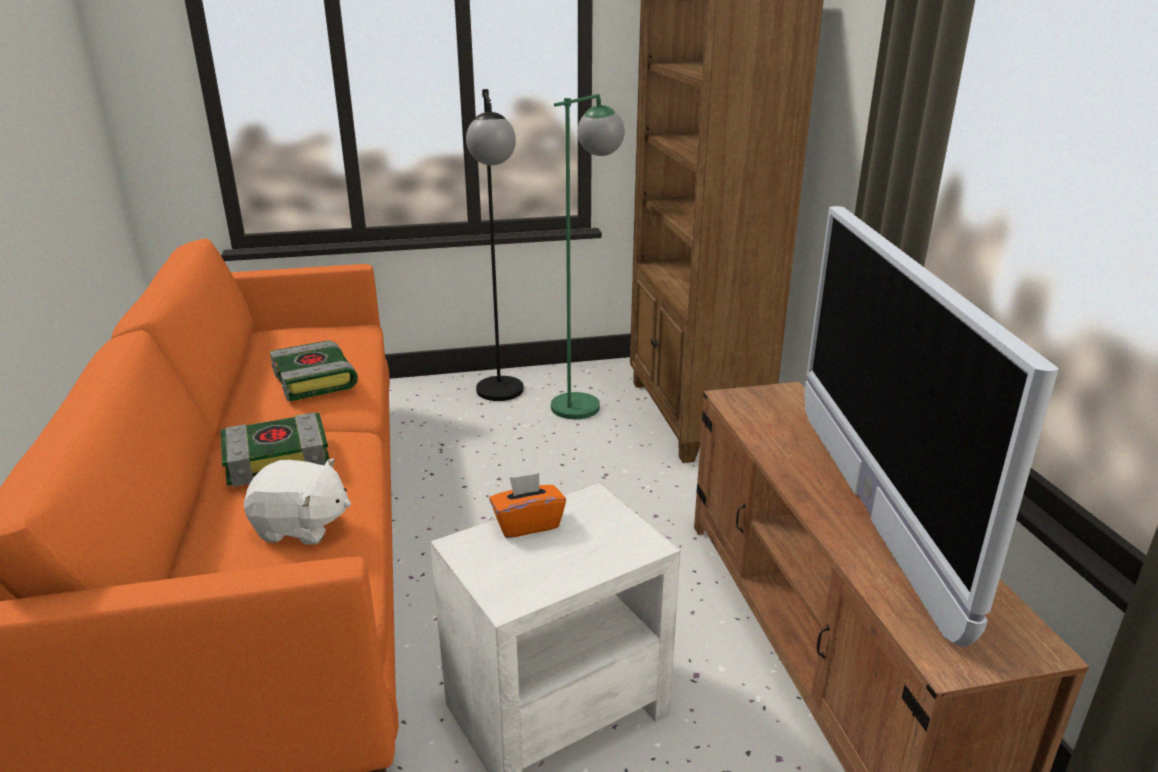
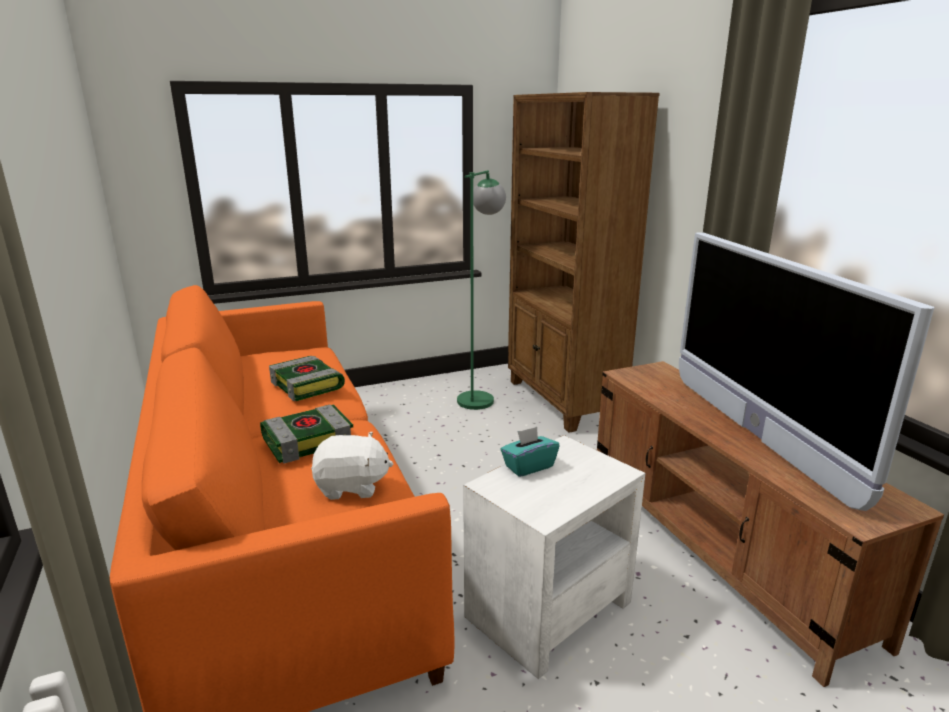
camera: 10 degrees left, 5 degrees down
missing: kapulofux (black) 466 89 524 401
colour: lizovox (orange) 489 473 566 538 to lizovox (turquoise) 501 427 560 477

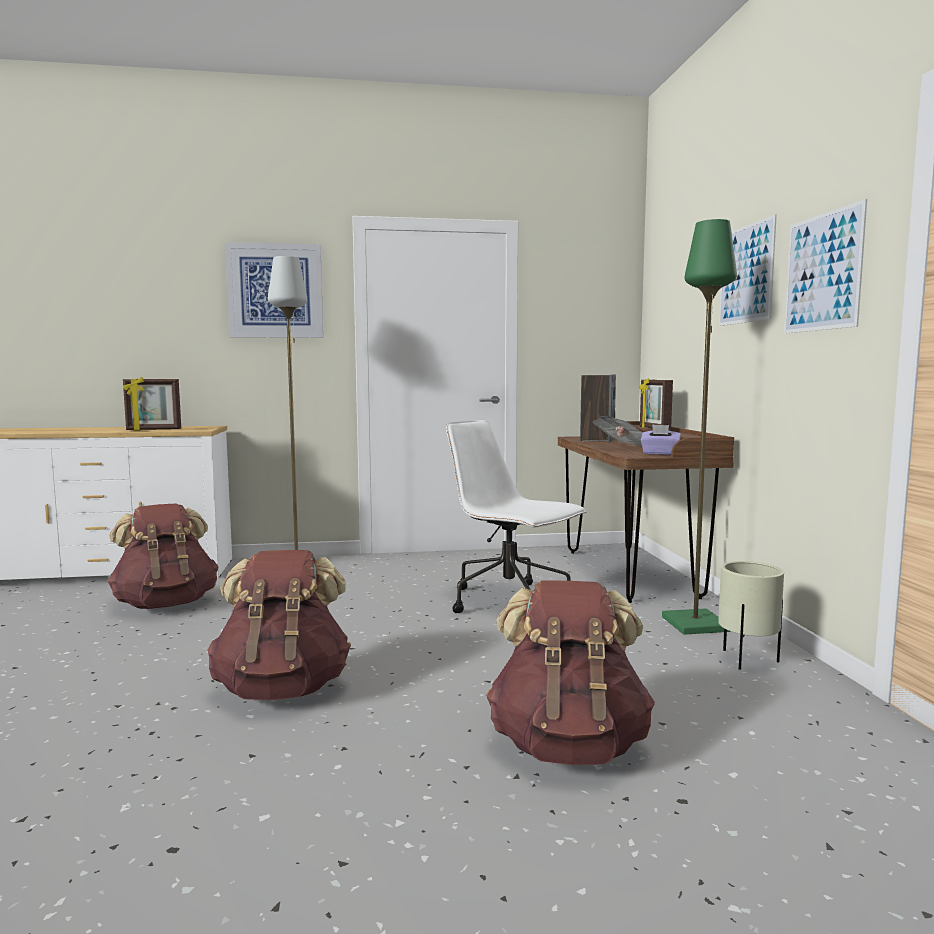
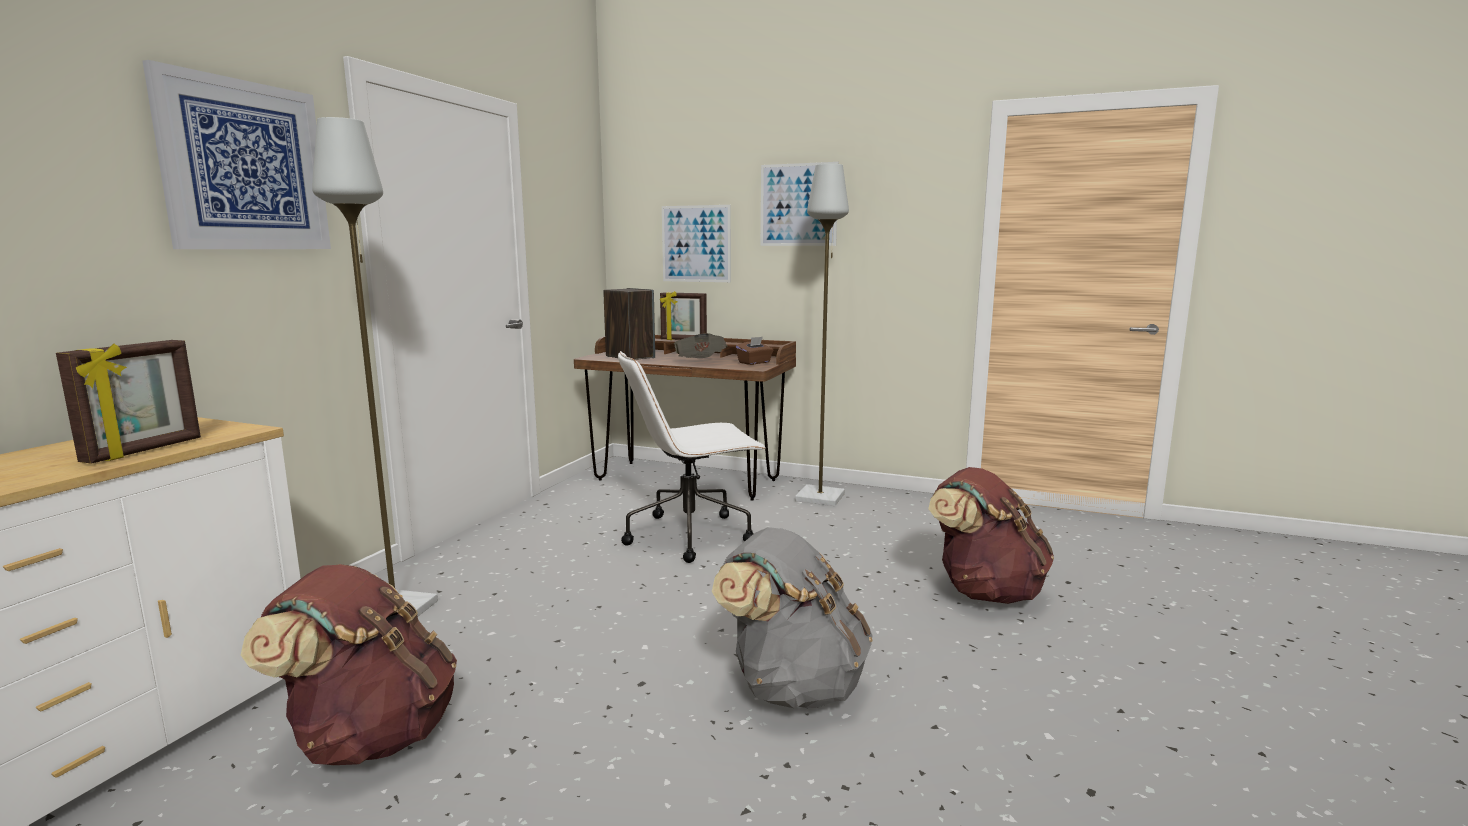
camera: 60 degrees left, 5 degrees up
missing: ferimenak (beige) 718 561 784 670
relocated: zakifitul 784 199 867 334 to 662 205 731 282
colour: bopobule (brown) 207 550 351 700 to bopobule (grey) 712 527 872 708; lizovox (purple) 641 424 681 455 to lizovox (brown) 736 337 773 365; kapulofux (green) 662 219 737 635 to kapulofux (grey) 795 164 849 506

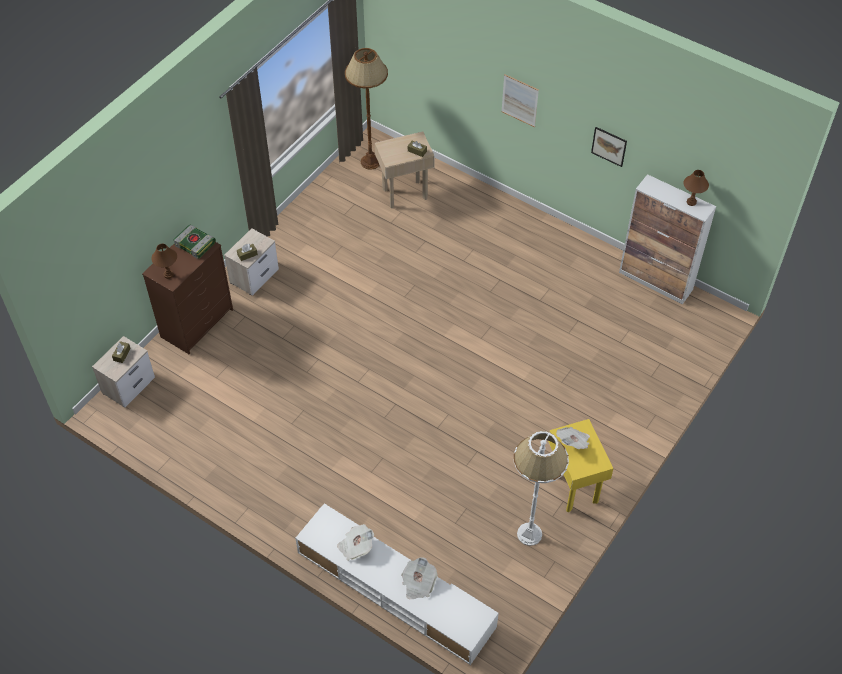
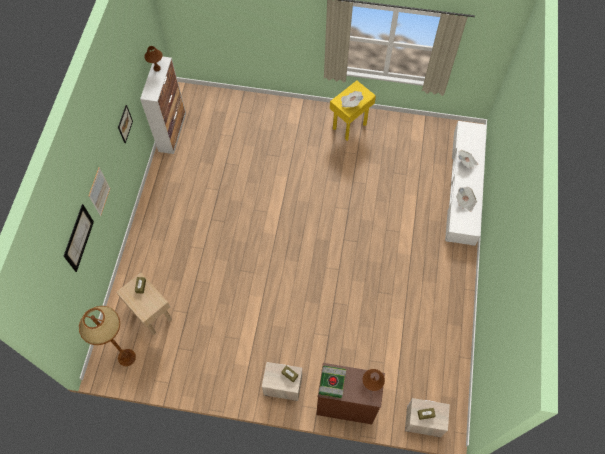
camera: 115 degrees left, 10 degrees up
missing: kapulofux (white) 514 431 569 546
appeared: zakifitul 64 204 94 272

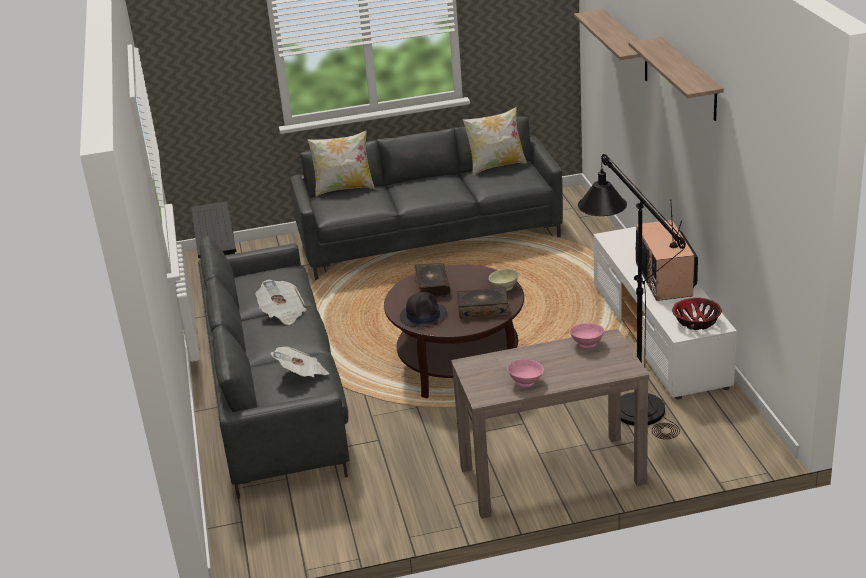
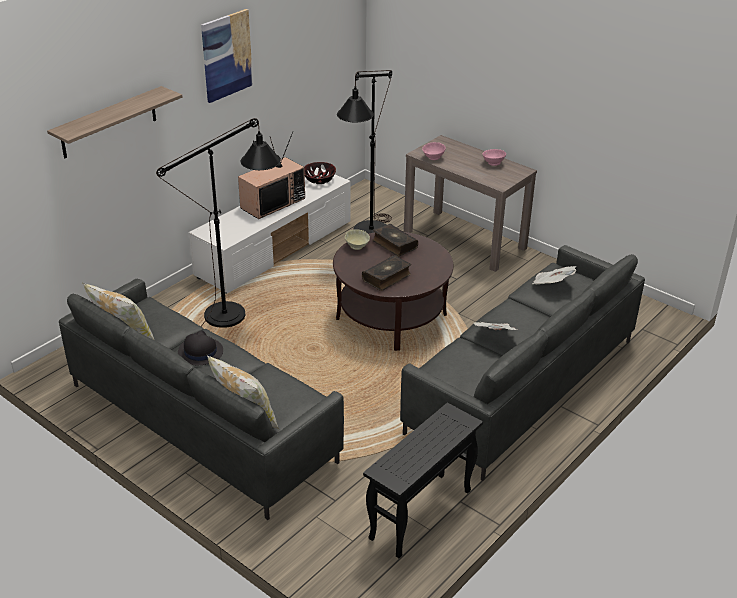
camera: 130 degrees left, 5 degrees up
appeared: kapulofux (black) 156 118 281 328
relocated: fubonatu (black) 400 292 447 327 to 178 330 223 365
exchanged: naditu 628 37 724 121 to zakifitul 201 9 253 103

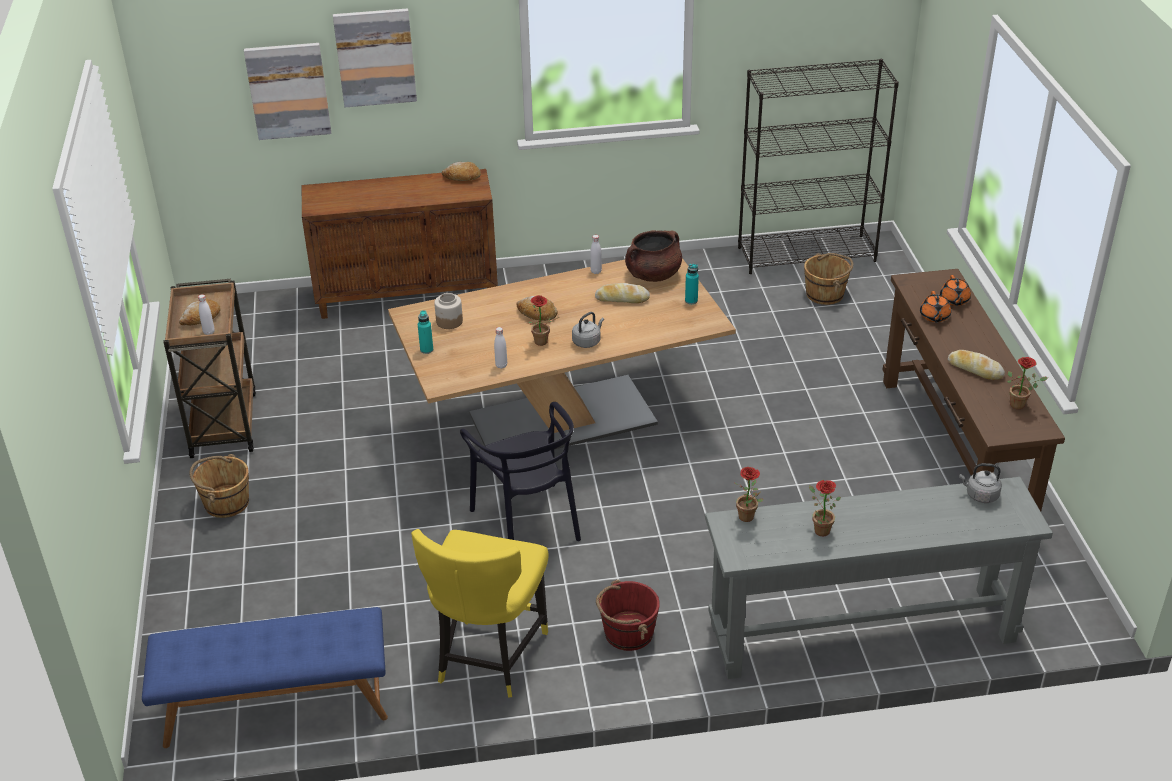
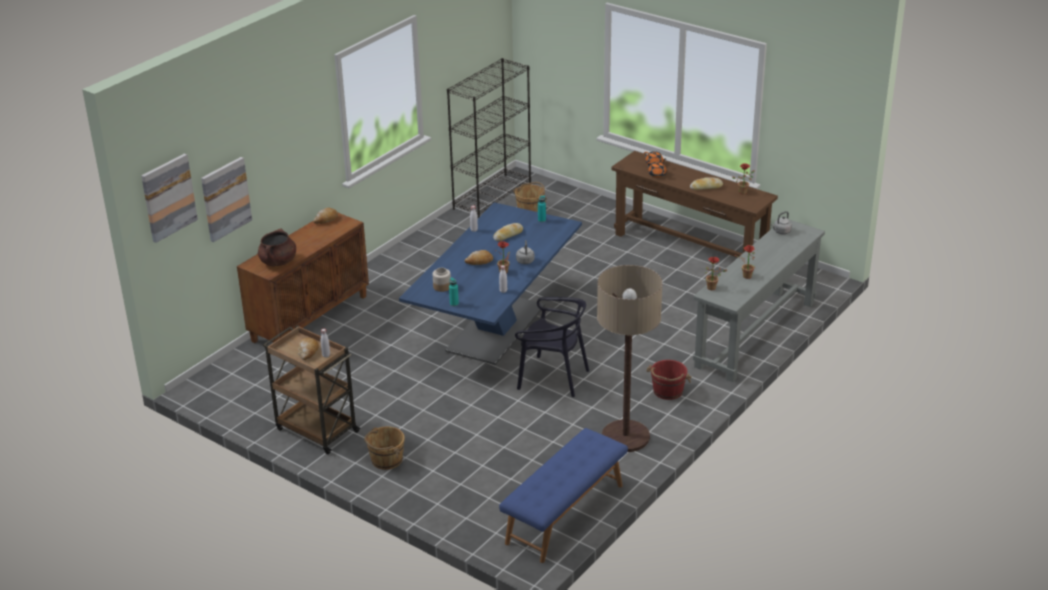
camera: 45 degrees left, 5 degrees down
relocated: zakifitul 333 8 417 107 to 141 154 198 243; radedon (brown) 625 230 682 282 to 258 229 296 266
exchanged: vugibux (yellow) 411 529 548 698 to kapulofux 597 265 662 452
colour: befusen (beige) 388 258 736 449 to befusen (blue) 399 202 582 365

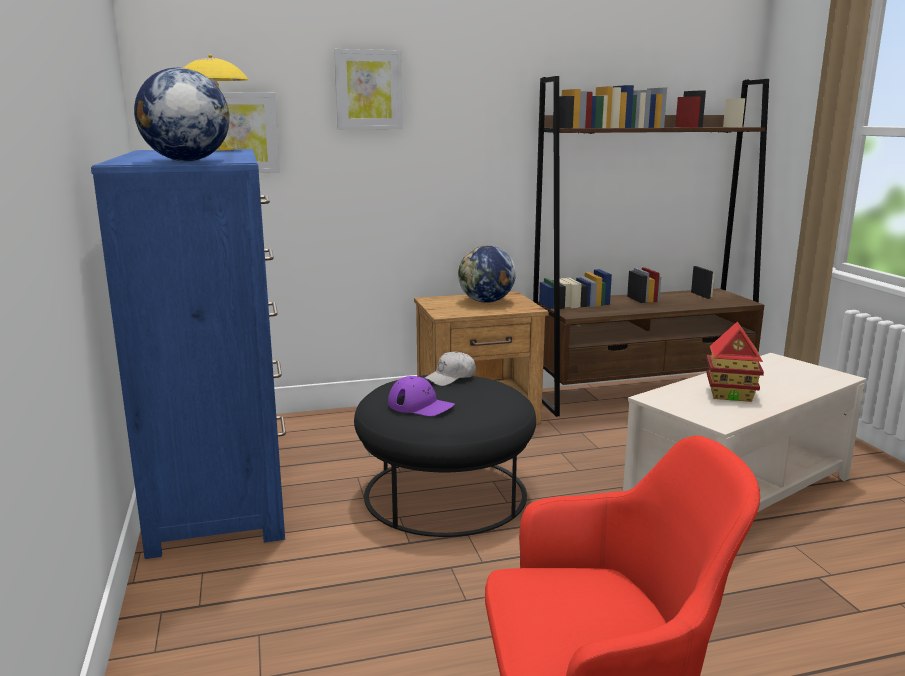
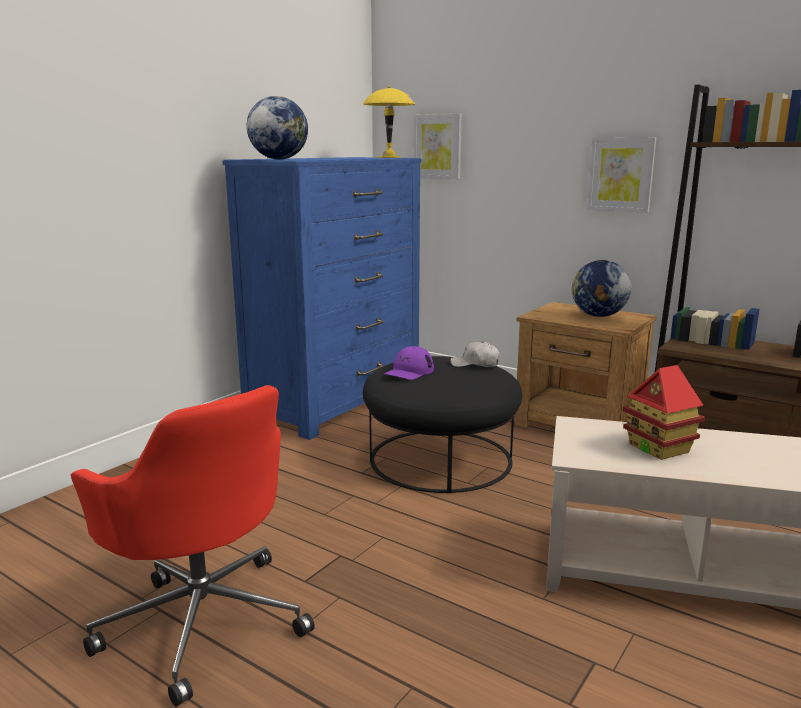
camera: 50 degrees right, 0 degrees up
relocated: zakifitul 334 49 403 130 to 587 137 657 213
spun: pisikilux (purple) 388 376 455 416 = 384 346 434 380 45 degrees clockwise

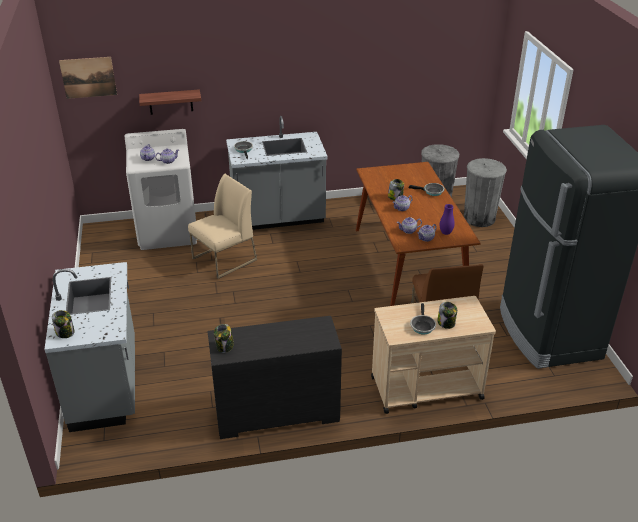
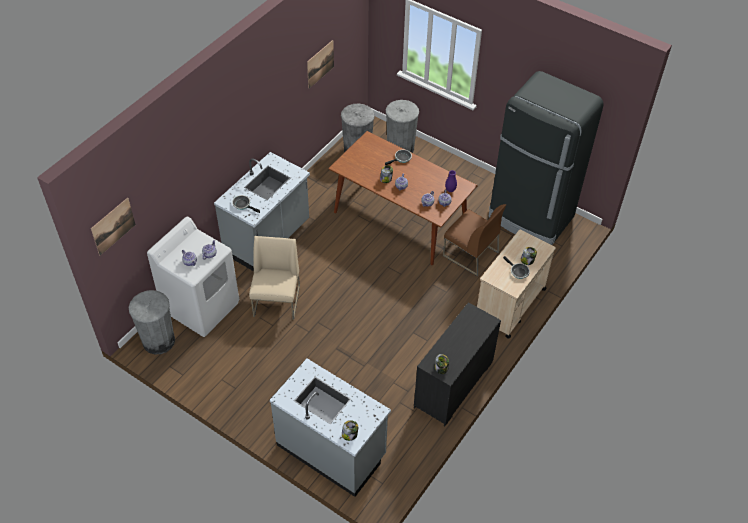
camera: 45 degrees left, 15 degrees up
missing: naditu 139 89 201 115
appeared: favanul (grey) 128 290 175 355; zakifitul 307 40 334 89

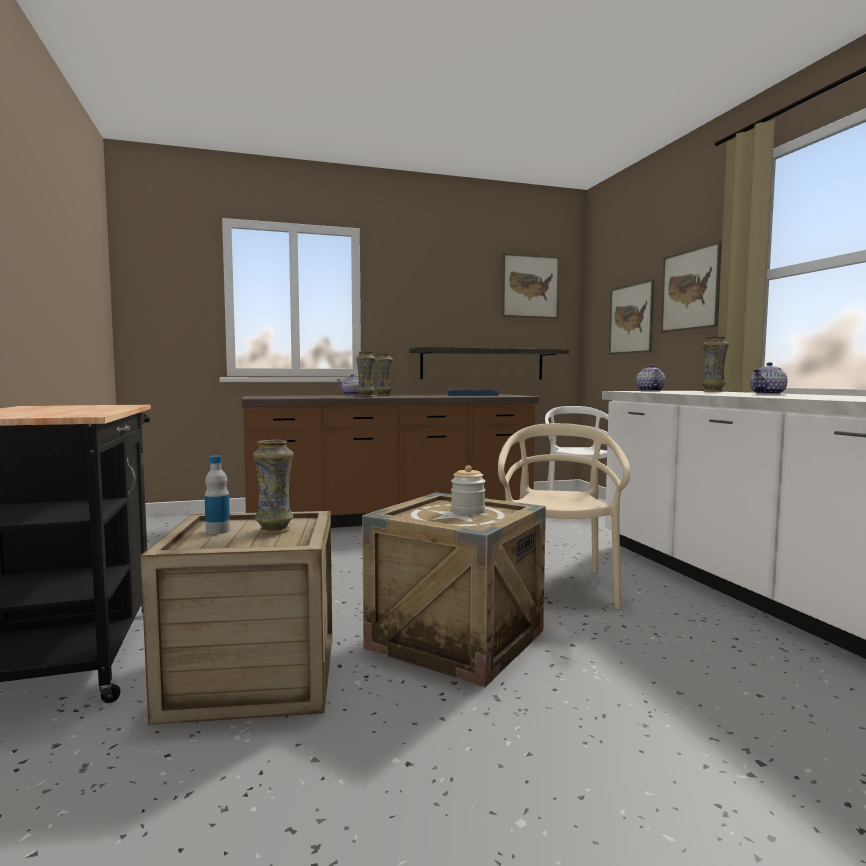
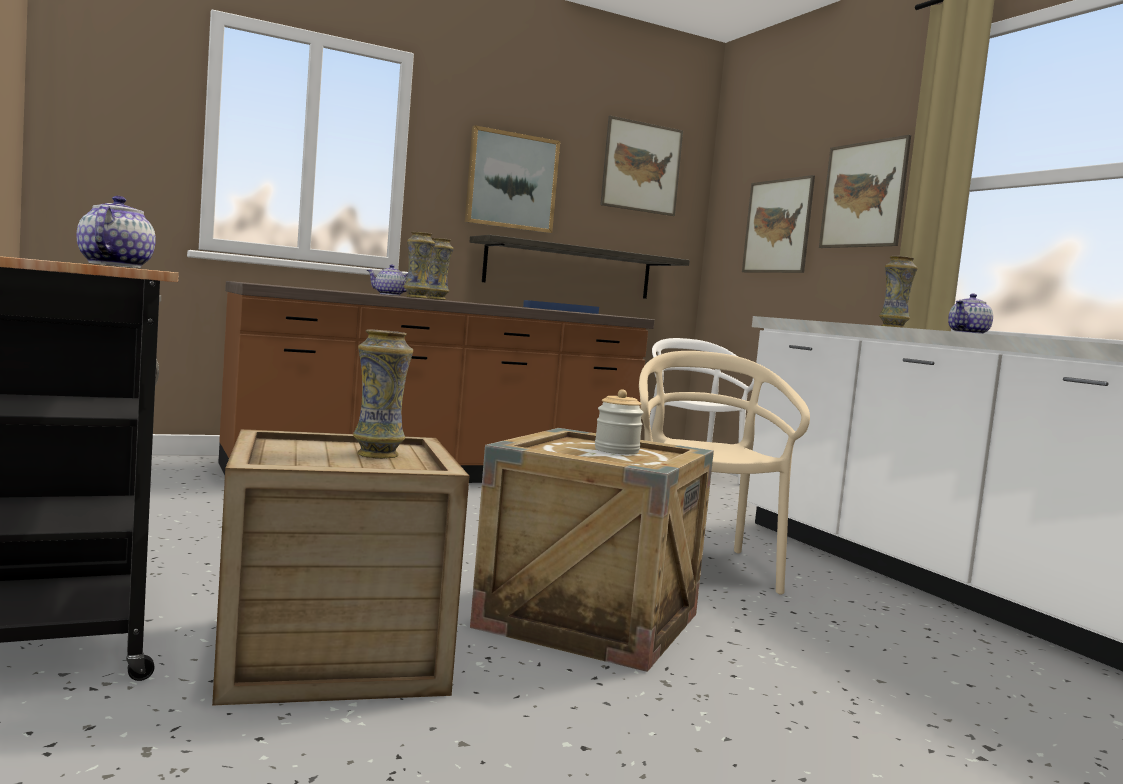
camera: 10 degrees left, 0 degrees up
missing: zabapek 204 455 230 534
appeared: zakifitul 465 125 560 233
relocated: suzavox 636 364 665 391 to 76 196 156 268

